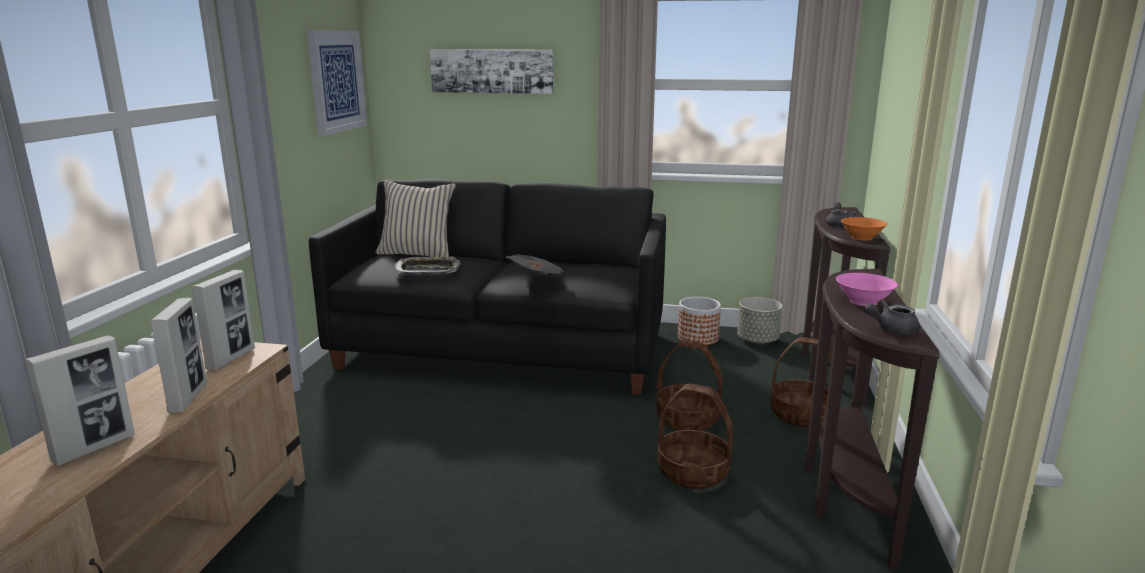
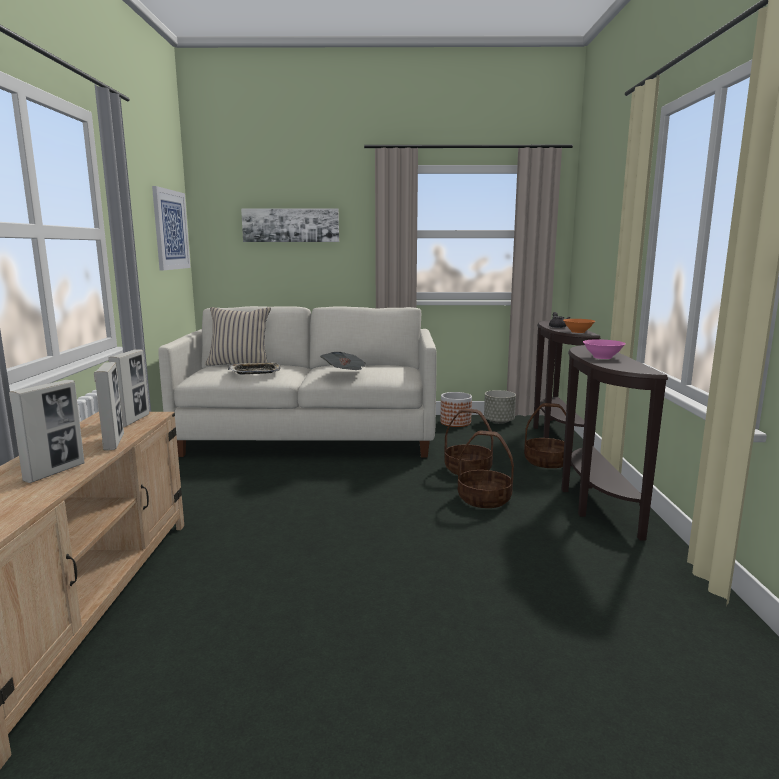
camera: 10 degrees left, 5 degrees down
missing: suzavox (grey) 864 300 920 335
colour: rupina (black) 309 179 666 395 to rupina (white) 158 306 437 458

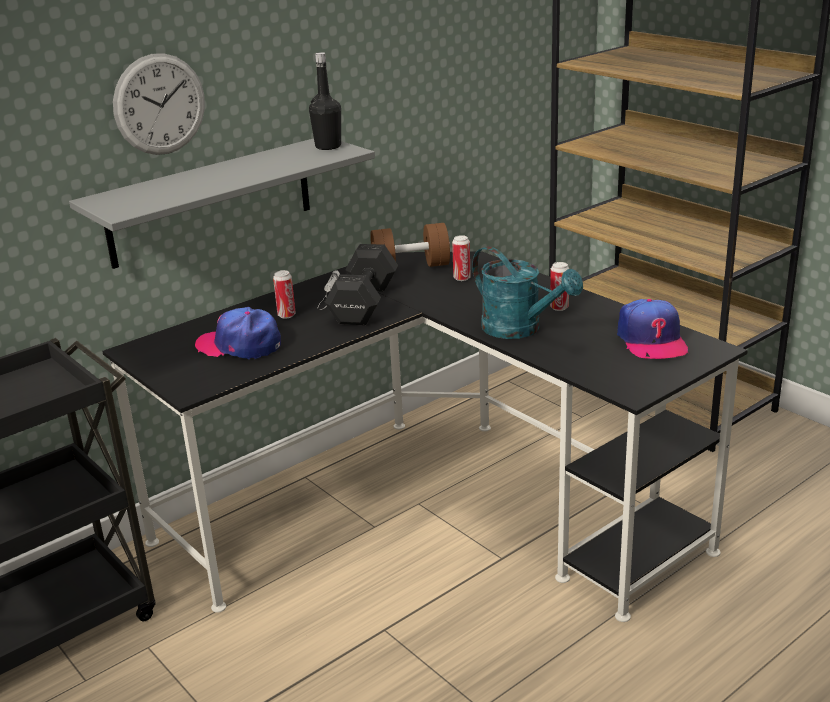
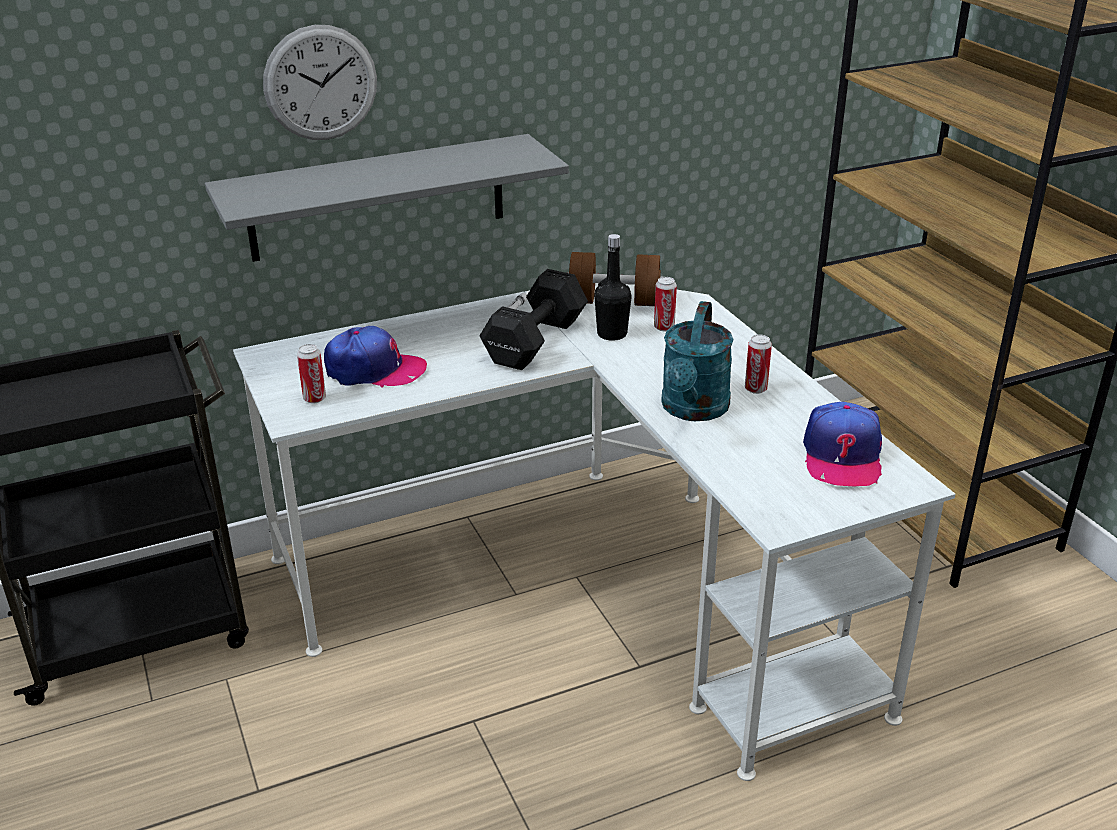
camera: 15 degrees right, 5 degrees up
relocated: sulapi 273 270 296 318 to 297 344 326 403; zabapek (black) 309 52 341 150 to 594 234 632 341
colour: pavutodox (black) 102 251 748 622 to pavutodox (white) 233 283 955 781
spun: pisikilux 195 307 281 360 = 324 326 427 388 150 degrees clockwise; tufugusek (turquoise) 472 246 583 339 = 661 301 734 421 45 degrees clockwise

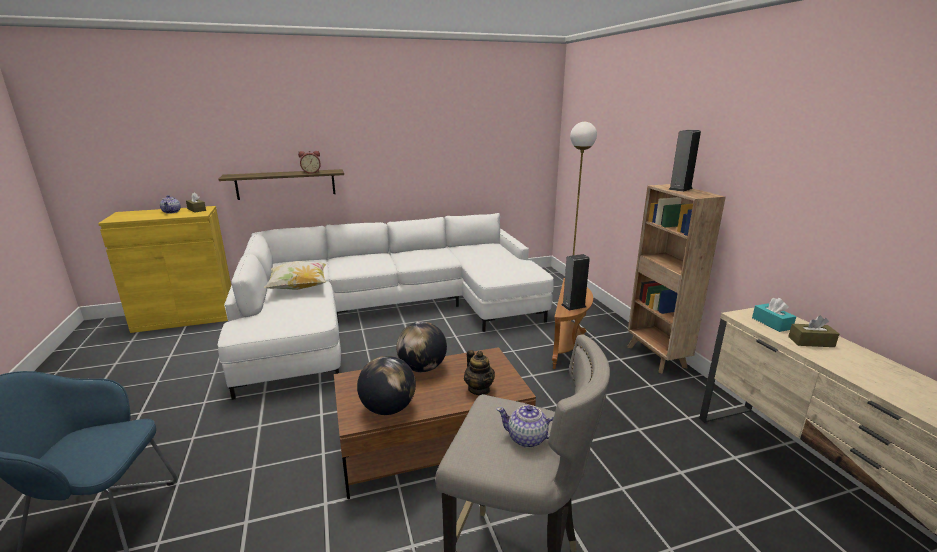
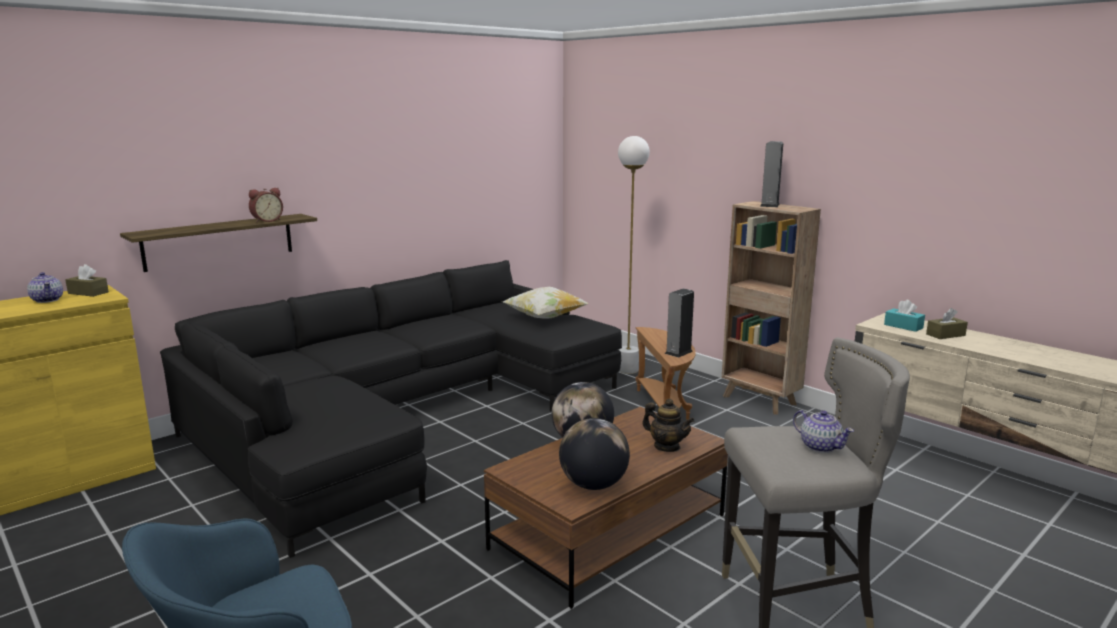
camera: 25 degrees left, 5 degrees down
relocated: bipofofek 264 261 327 290 to 503 287 589 319
colour: rupina (white) 218 213 554 400 to rupina (black) 160 260 622 558
spun: suzavox 496 405 554 448 = 793 410 854 453 120 degrees counterclockwise

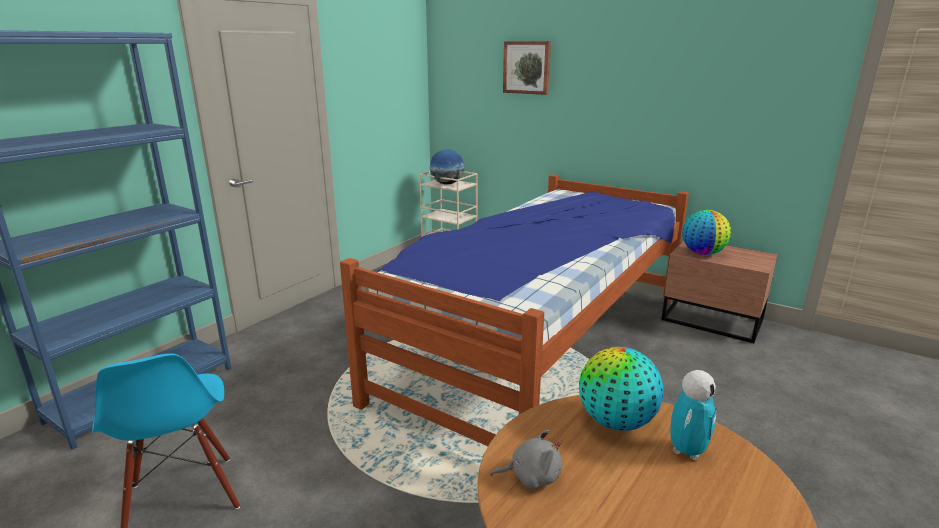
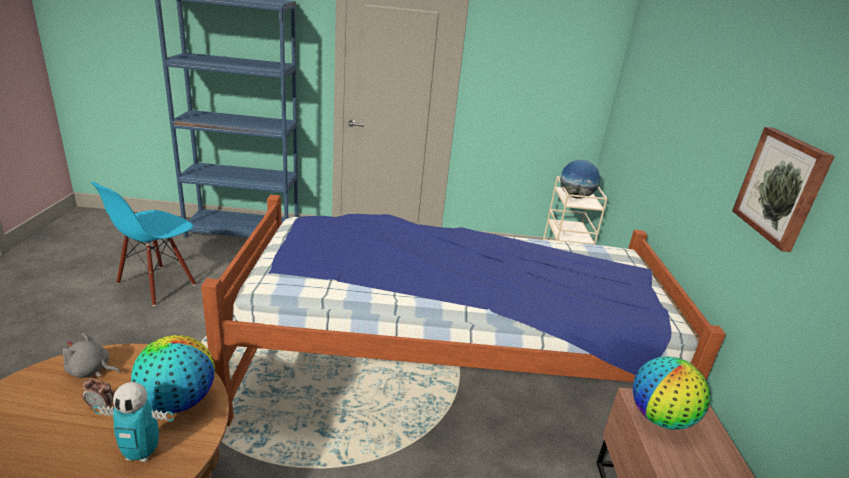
camera: 55 degrees right, 5 degrees up
appeared: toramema 83 378 114 410
relocated: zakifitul 503 41 551 95 to 732 127 835 252
spun: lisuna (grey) 490 430 562 489 = 63 333 121 378 135 degrees clockwise

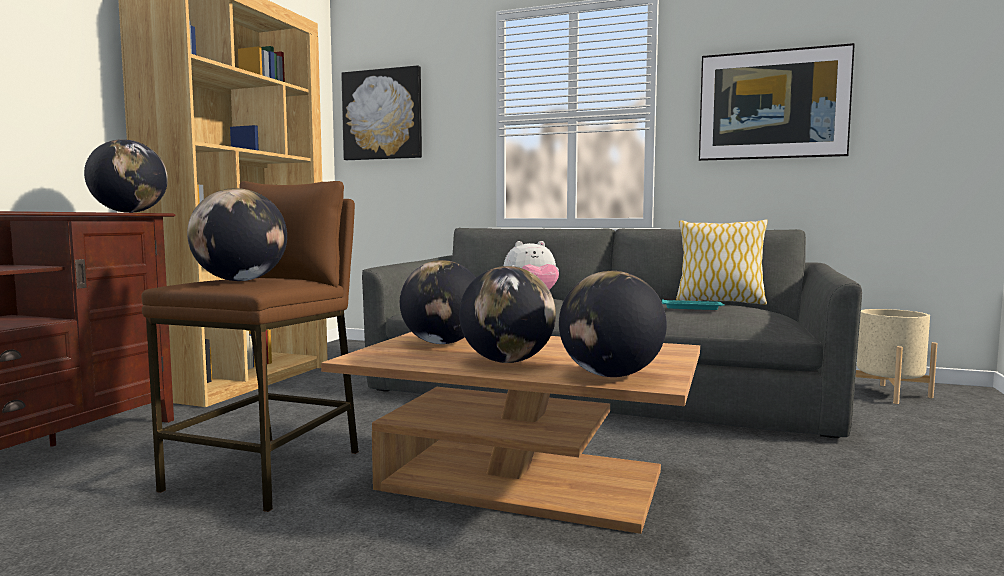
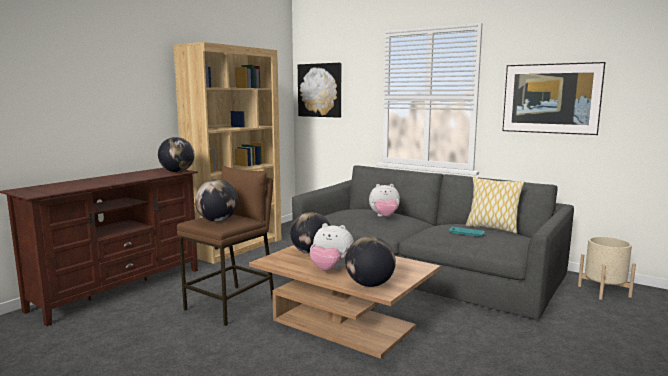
camera: 15 degrees right, 5 degrees up
exchanged: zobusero 459 266 556 363 to lisuna 310 223 354 271

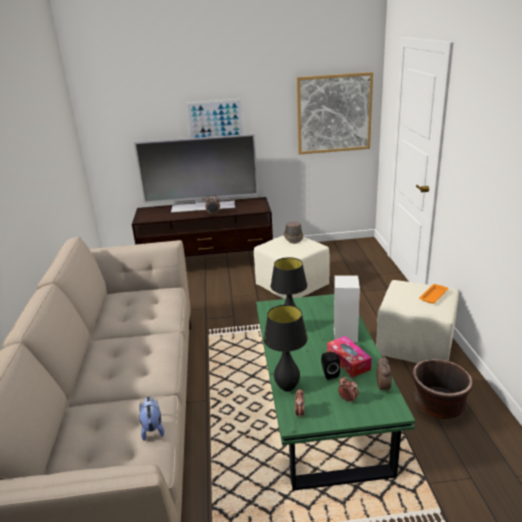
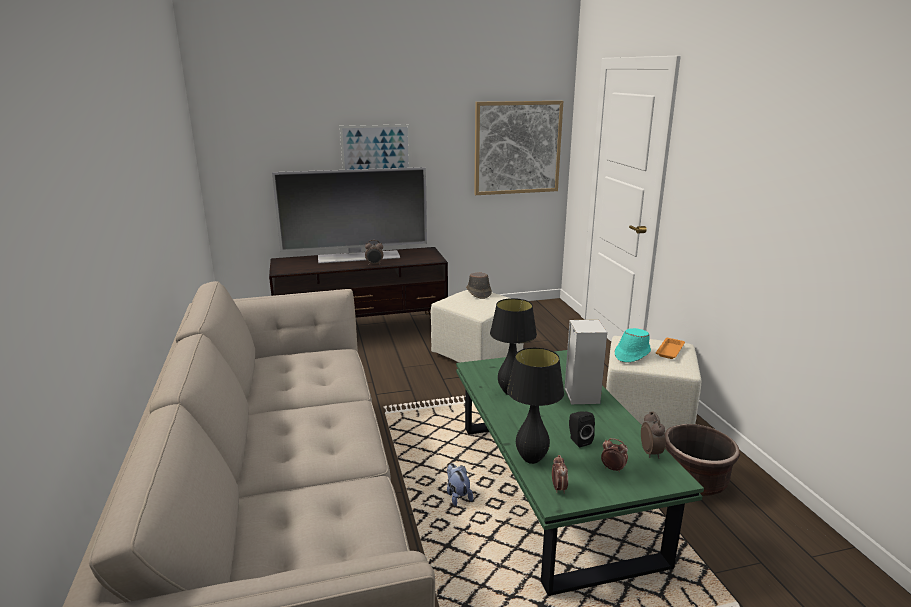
camera: 10 degrees left, 5 degrees down
missing: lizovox 327 336 372 377
appeared: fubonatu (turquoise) 615 328 651 363
relocated: lisuna 139 396 164 441 to 447 463 473 506

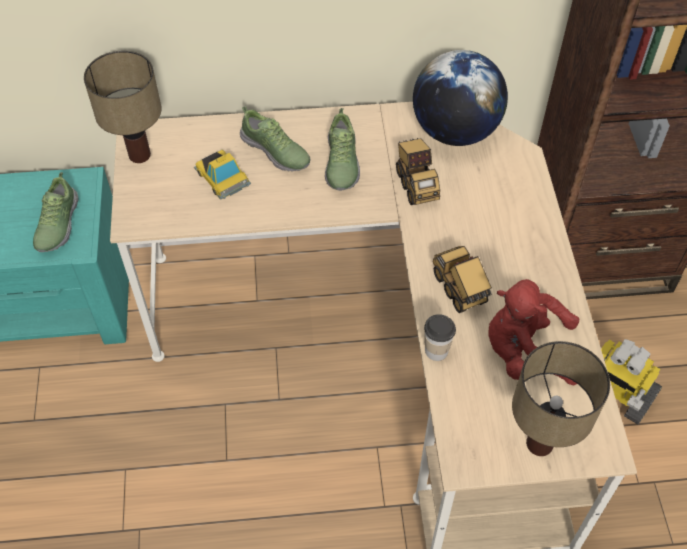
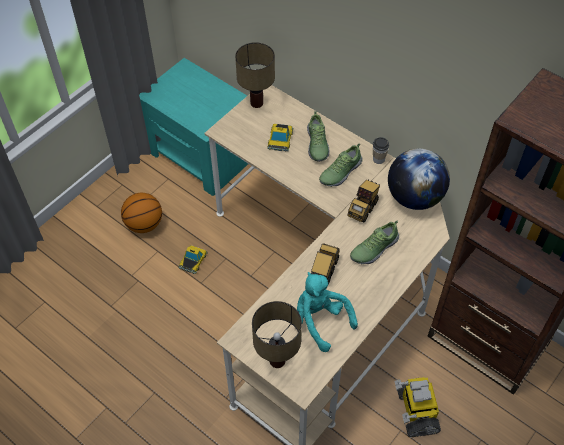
camera: 45 degrees right, 0 degrees up
appeared: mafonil 121 193 162 233; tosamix 178 245 208 274
relocated: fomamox 33 172 78 252 to 350 221 399 264; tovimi 424 314 456 361 to 373 137 389 164
colour: lisuna (red) 488 279 580 385 to lisuna (turquoise) 297 272 358 352

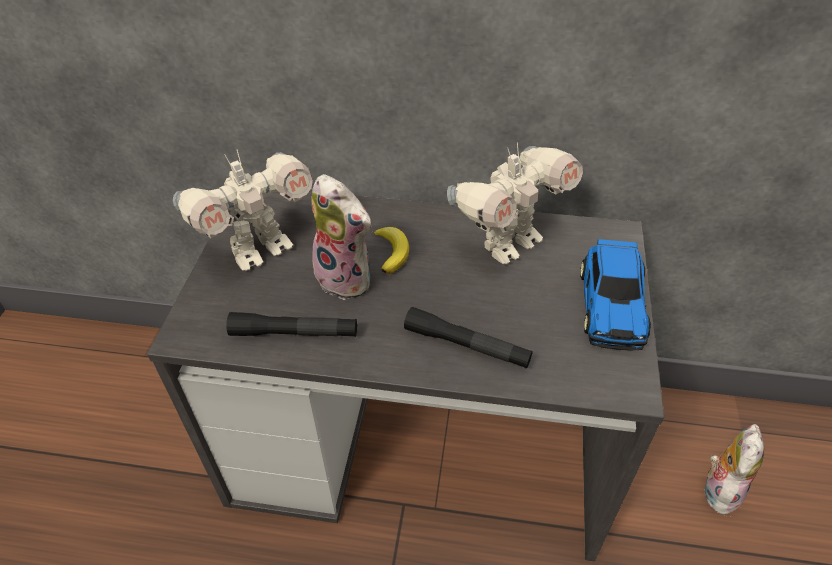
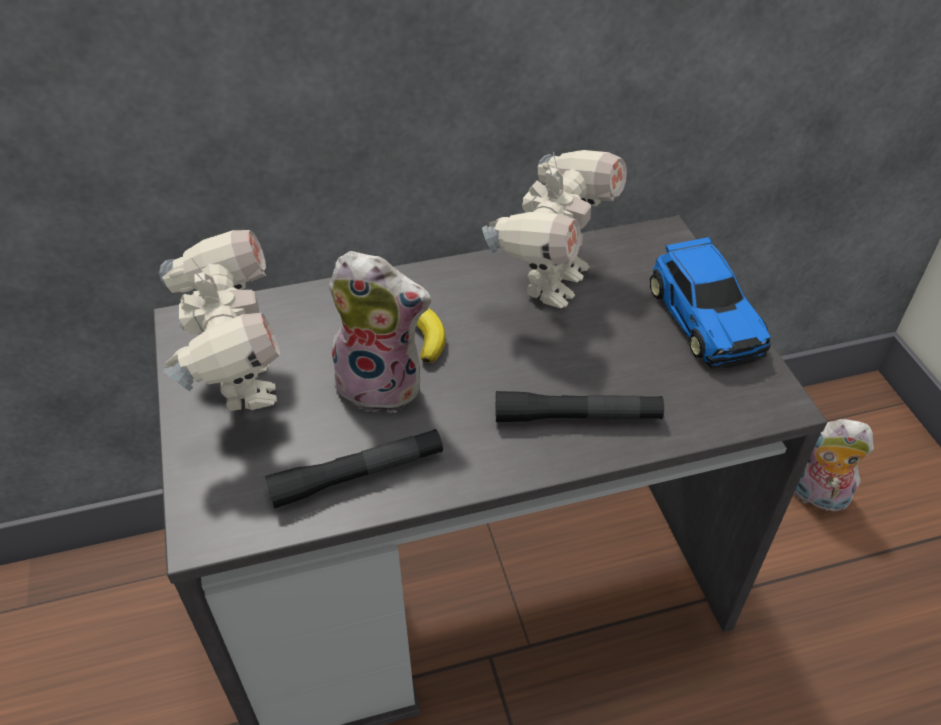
camera: 25 degrees left, 0 degrees up
spun: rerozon 173 150 313 271 = 159 230 280 411 45 degrees counterclockwise; lisuna 704 424 764 520 = 794 419 874 515 75 degrees counterclockwise

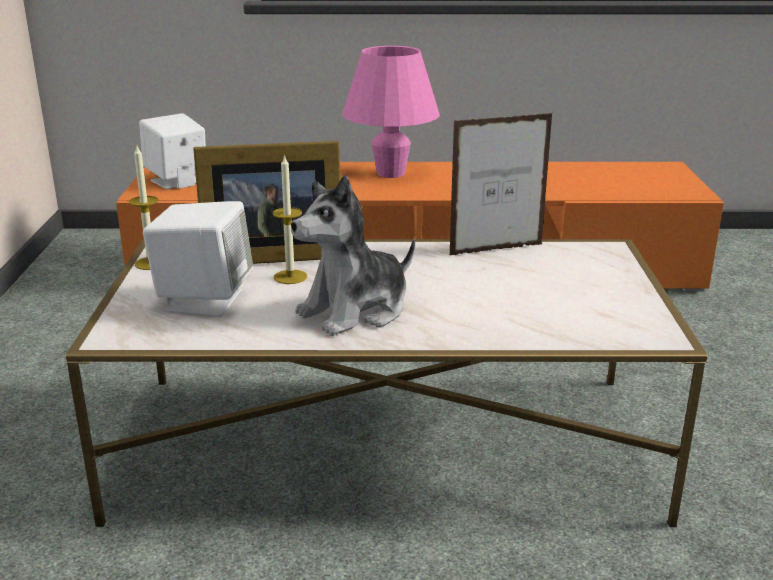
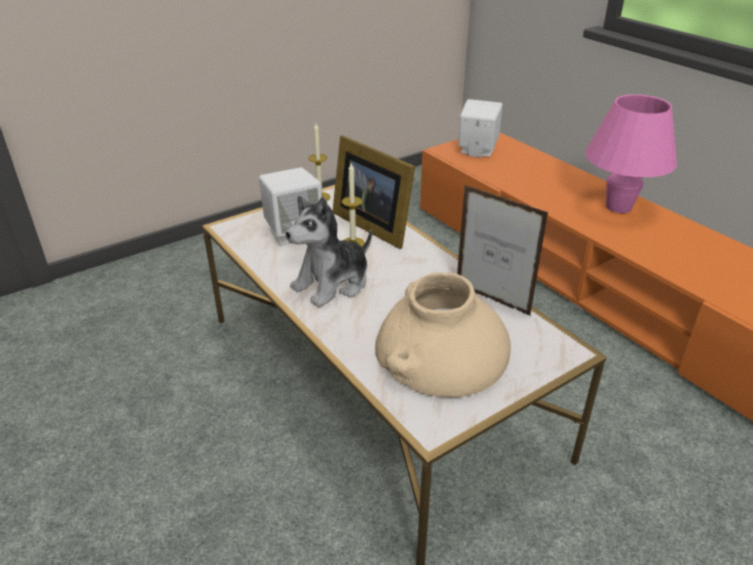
camera: 55 degrees right, 10 degrees up
appeared: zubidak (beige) 375 272 511 397
spun: lisuna 291 175 415 336 = 286 196 372 307 60 degrees counterclockwise

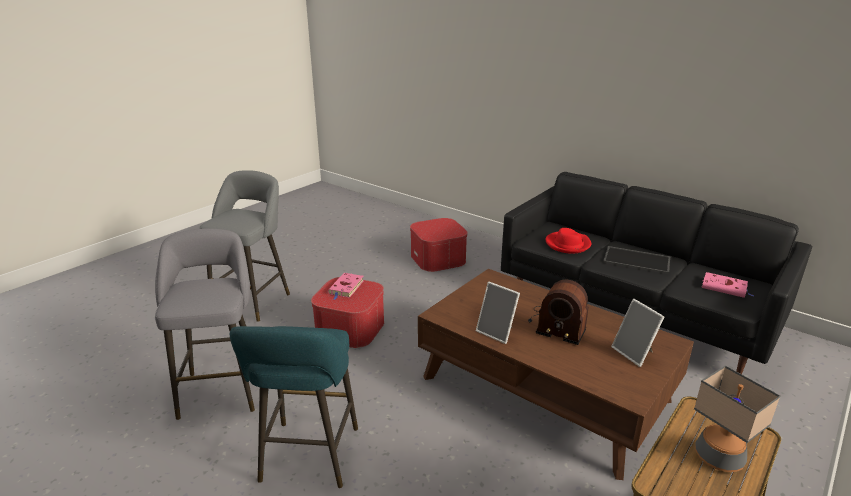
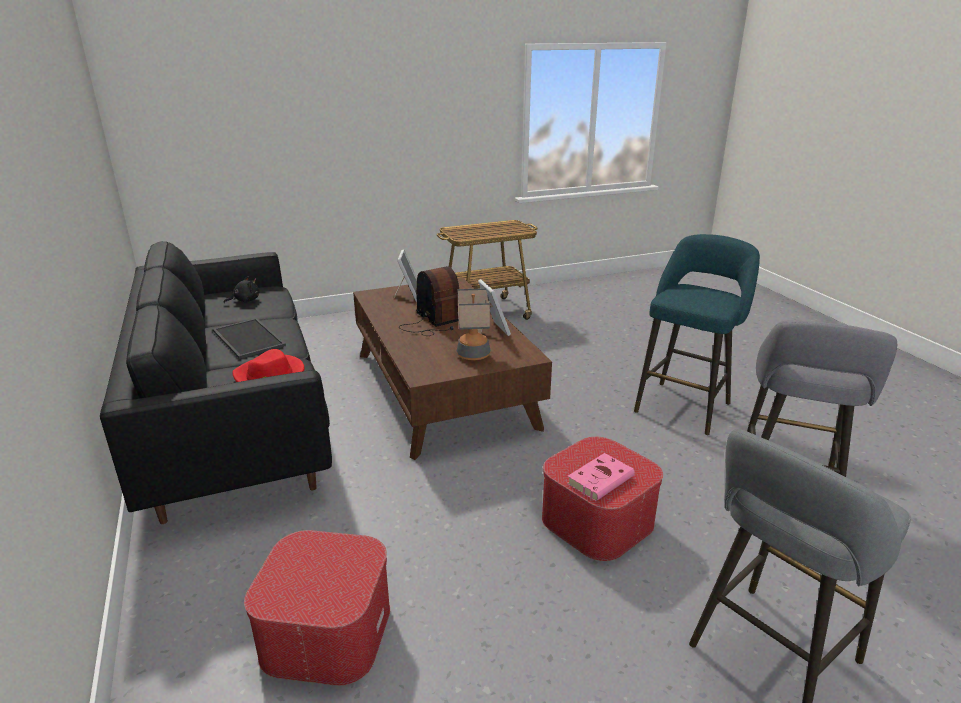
camera: 150 degrees left, 0 degrees up
relocated: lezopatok 694 365 780 472 to 457 288 490 361
exchanged: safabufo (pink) 701 272 754 298 to lisuna (black) 224 276 259 303

